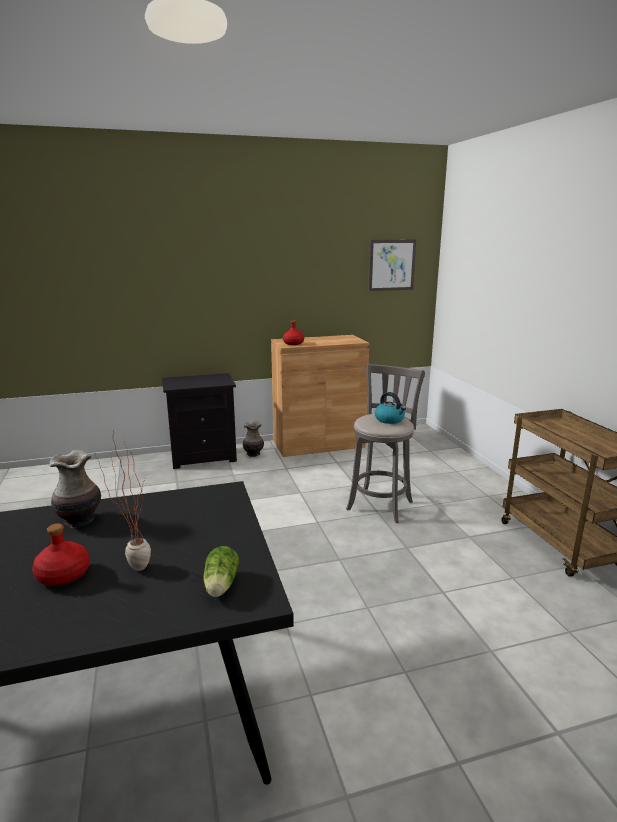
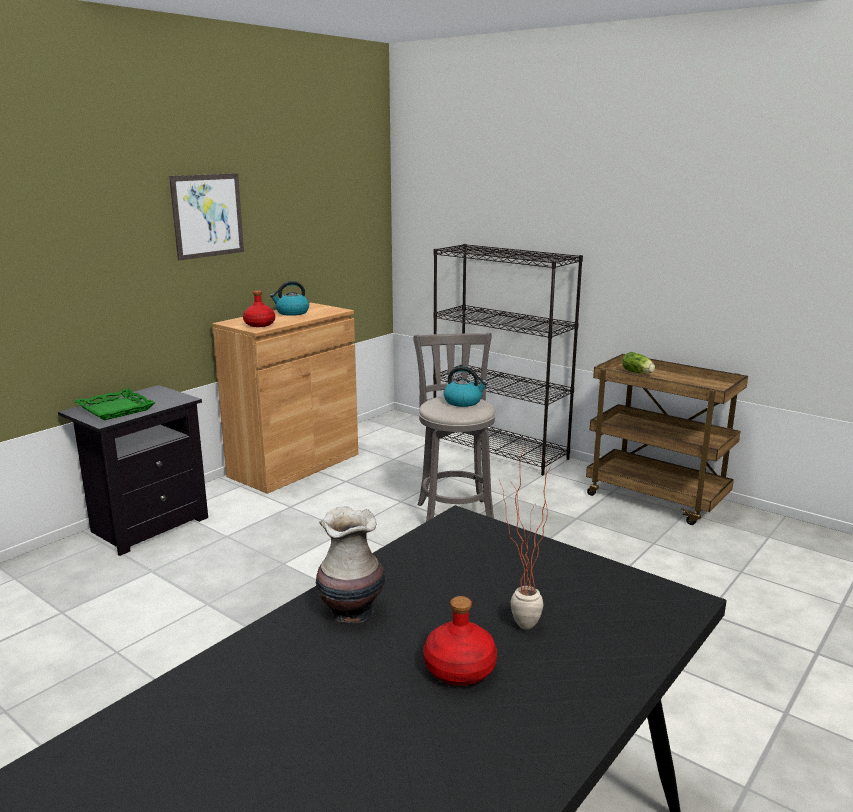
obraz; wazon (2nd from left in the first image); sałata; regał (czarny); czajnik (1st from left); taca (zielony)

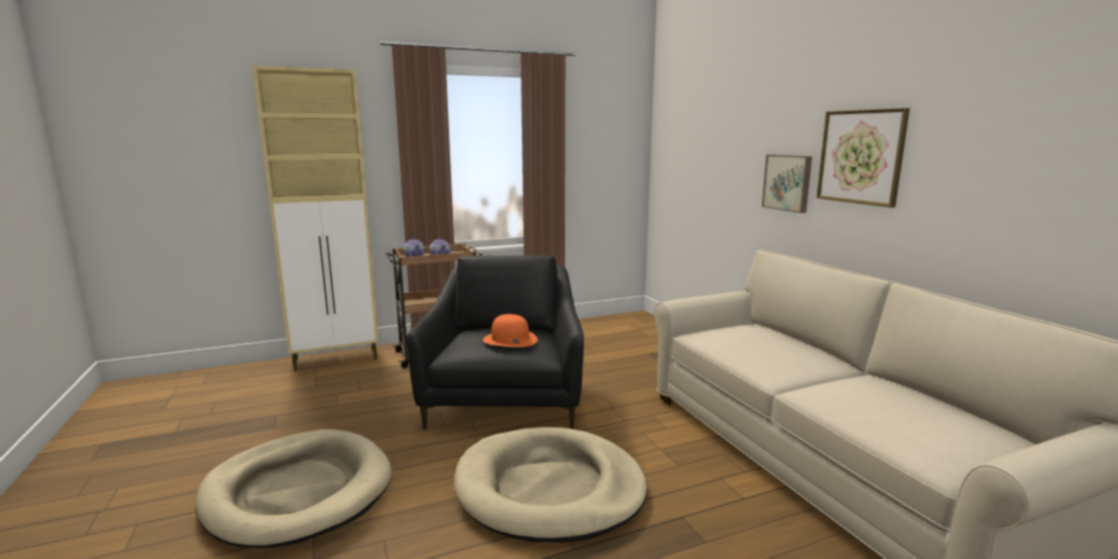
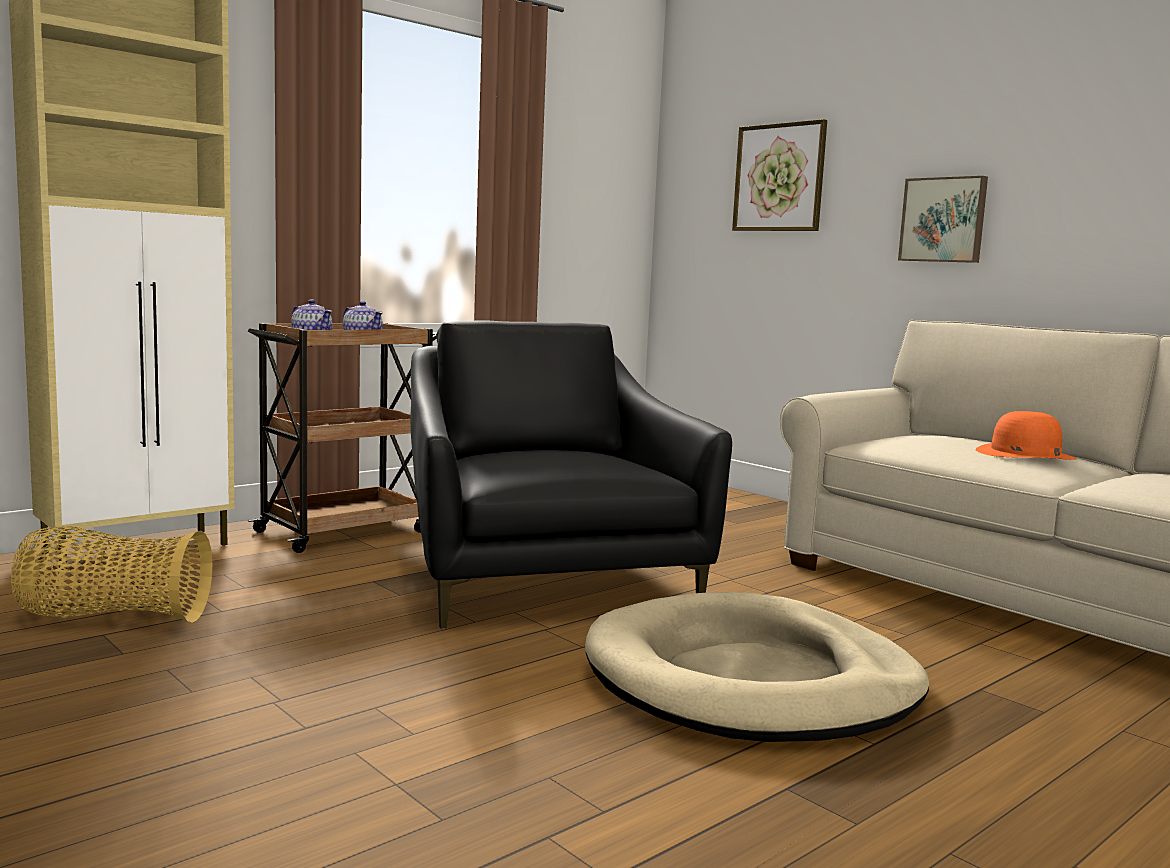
obraz (1st from left); kapelusz (pomarańczowy); legowisko (beżowy) (1st from left in the first image); koszyk

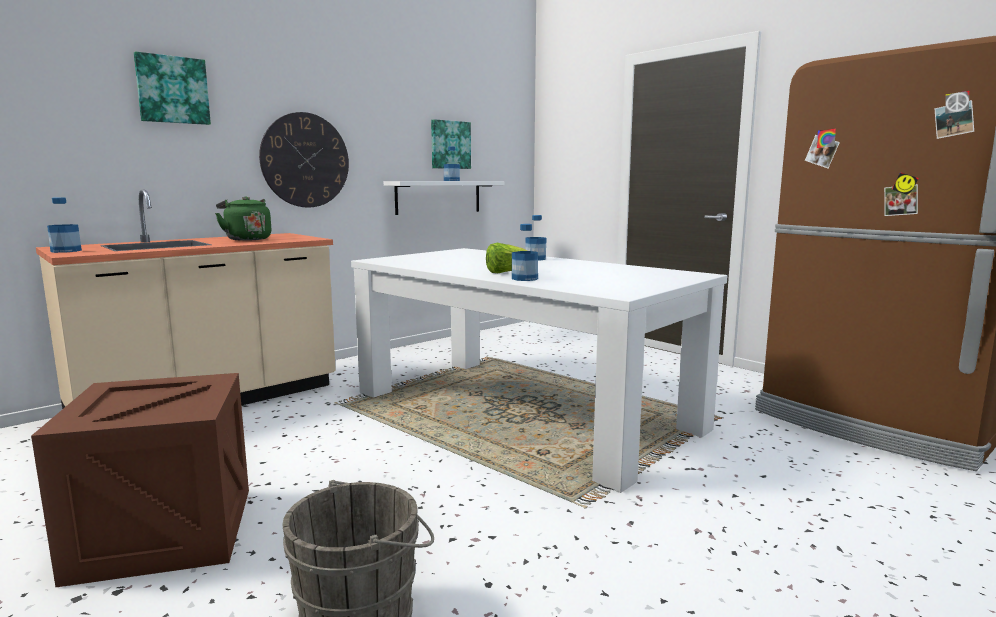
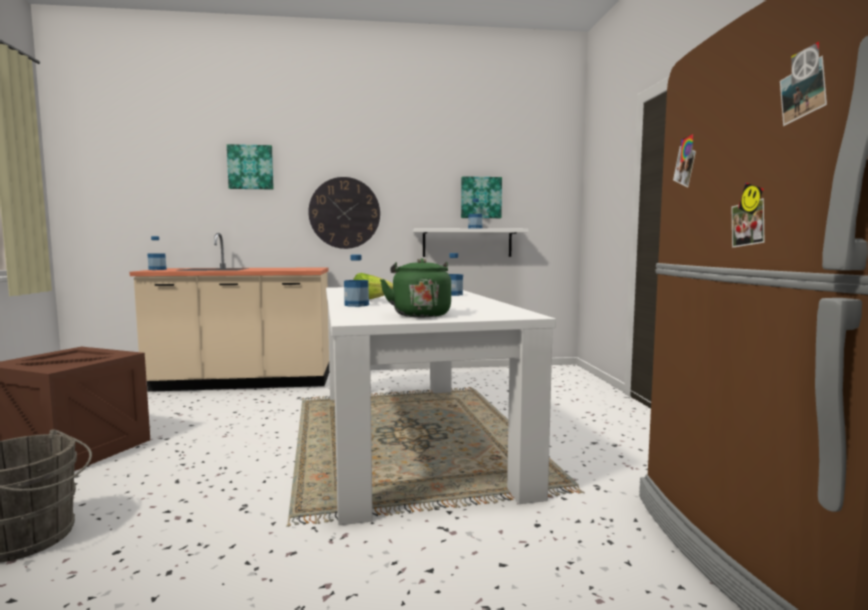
czajnik (zielony)

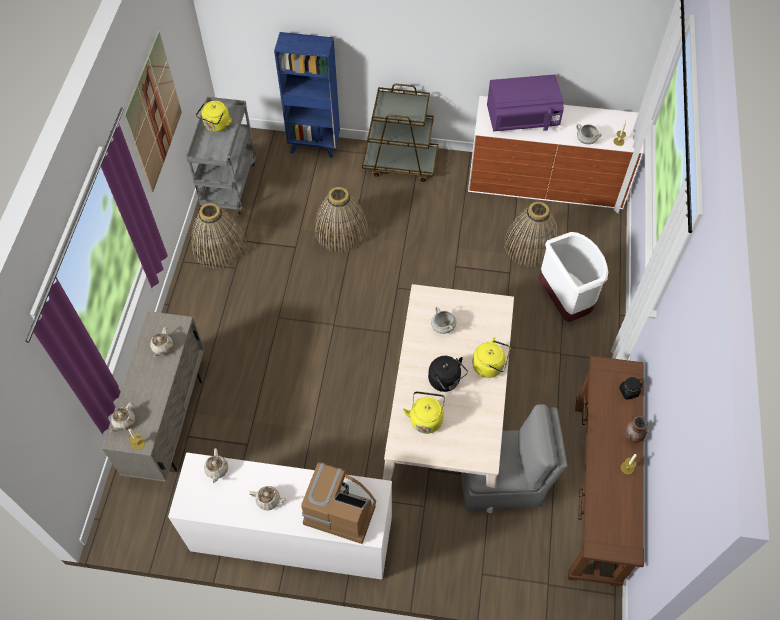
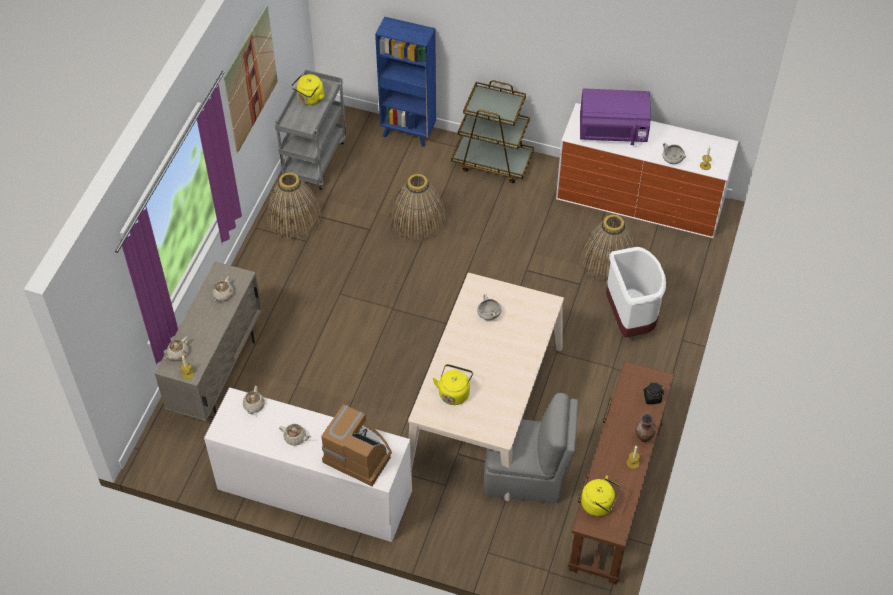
czajnik (żółty) (3rd from left); czajnik (czarny)

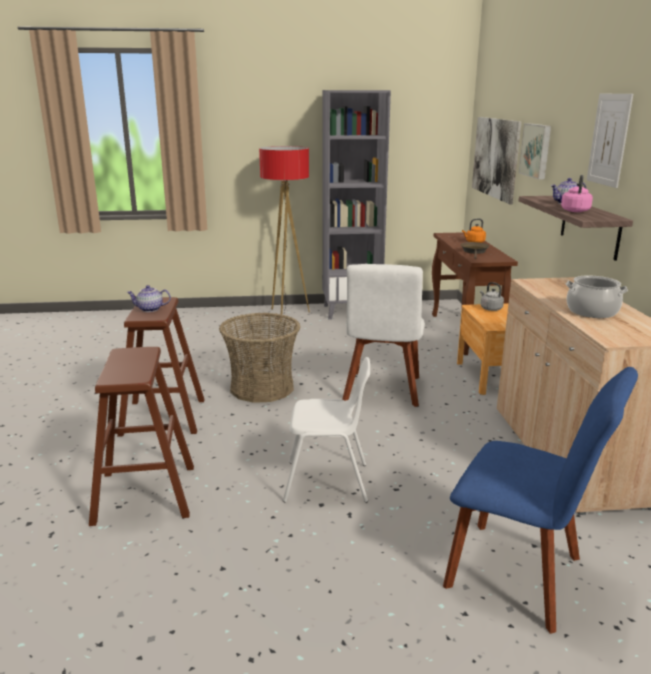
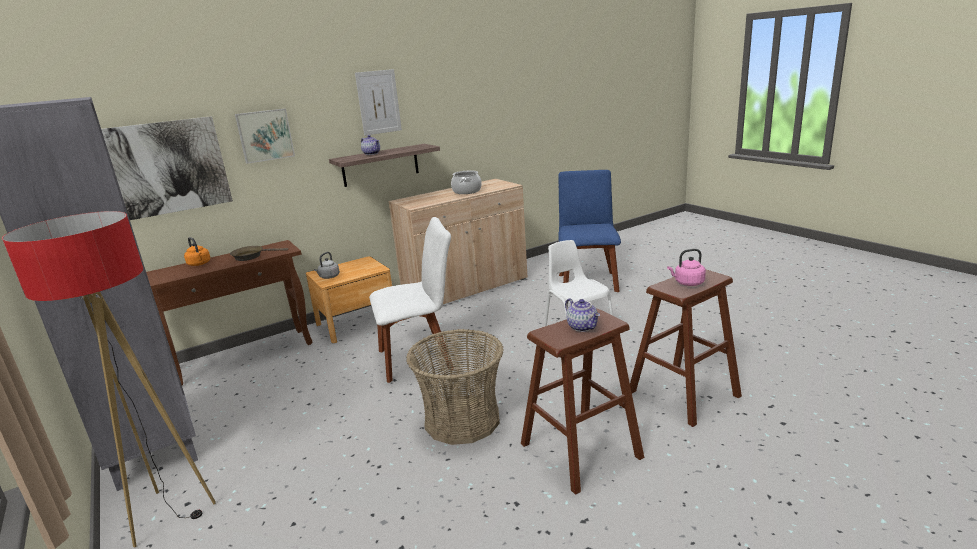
czajnik (różowy)

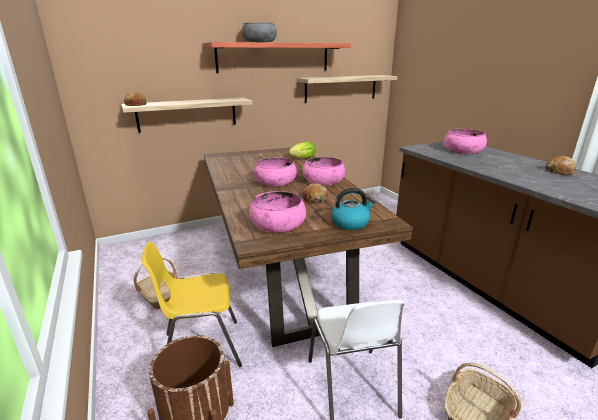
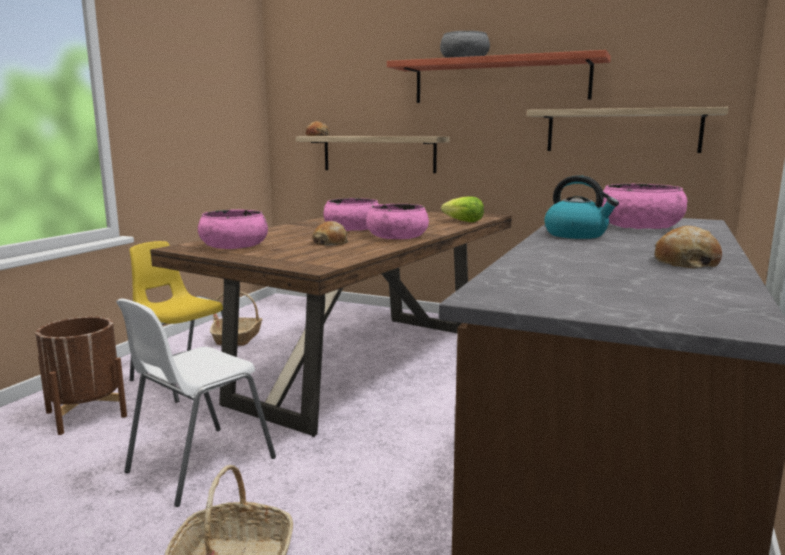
czajnik

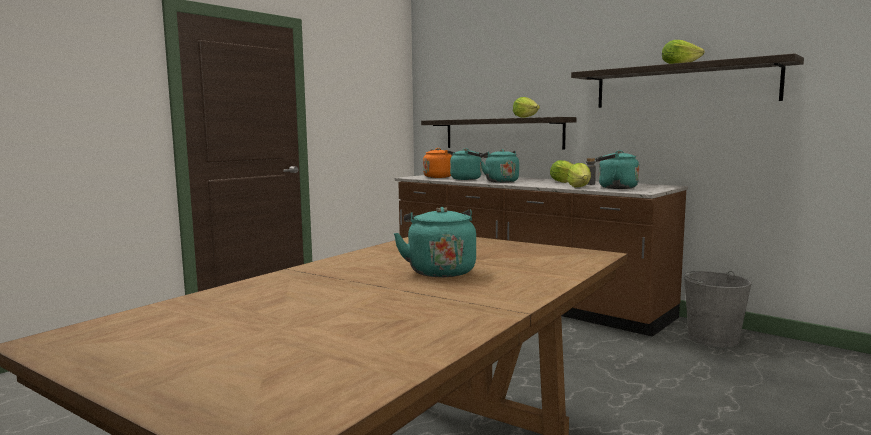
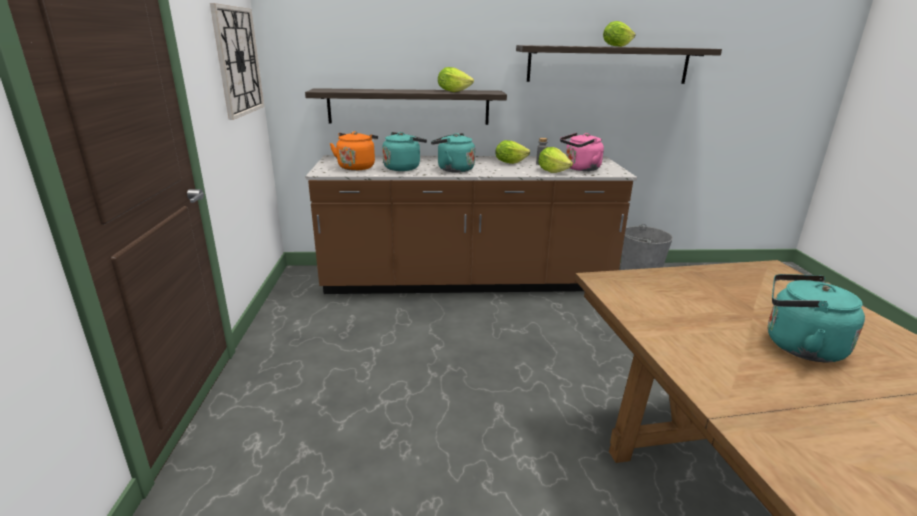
czajnik (różowy); zegar ścienny

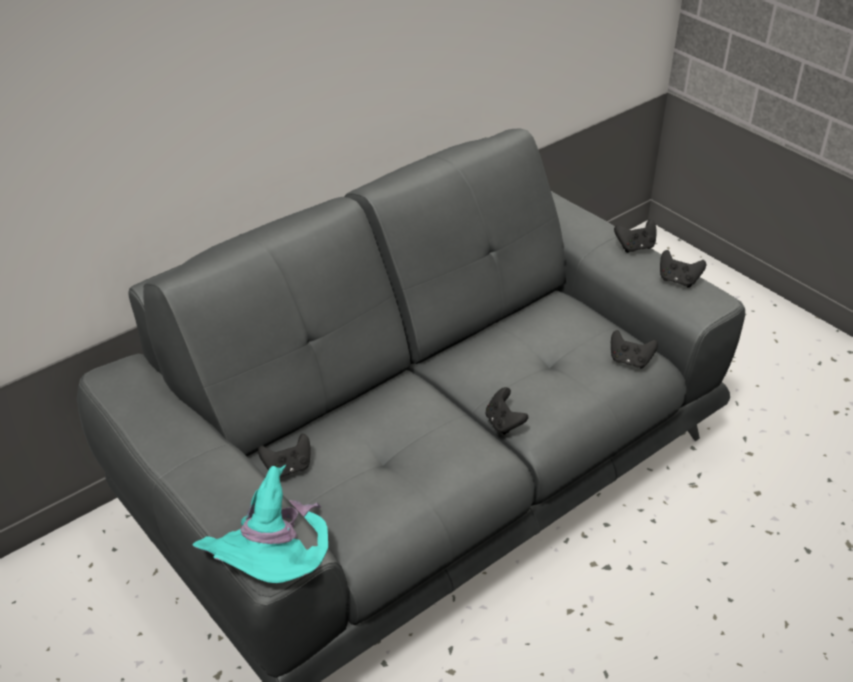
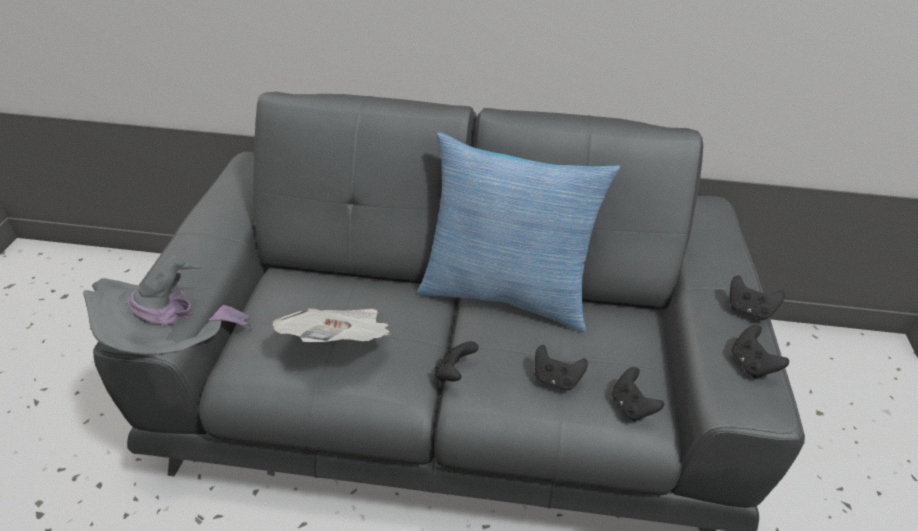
pad do gier (czarny) (2nd from left); kapelusz (szary); poduszka; gazeta

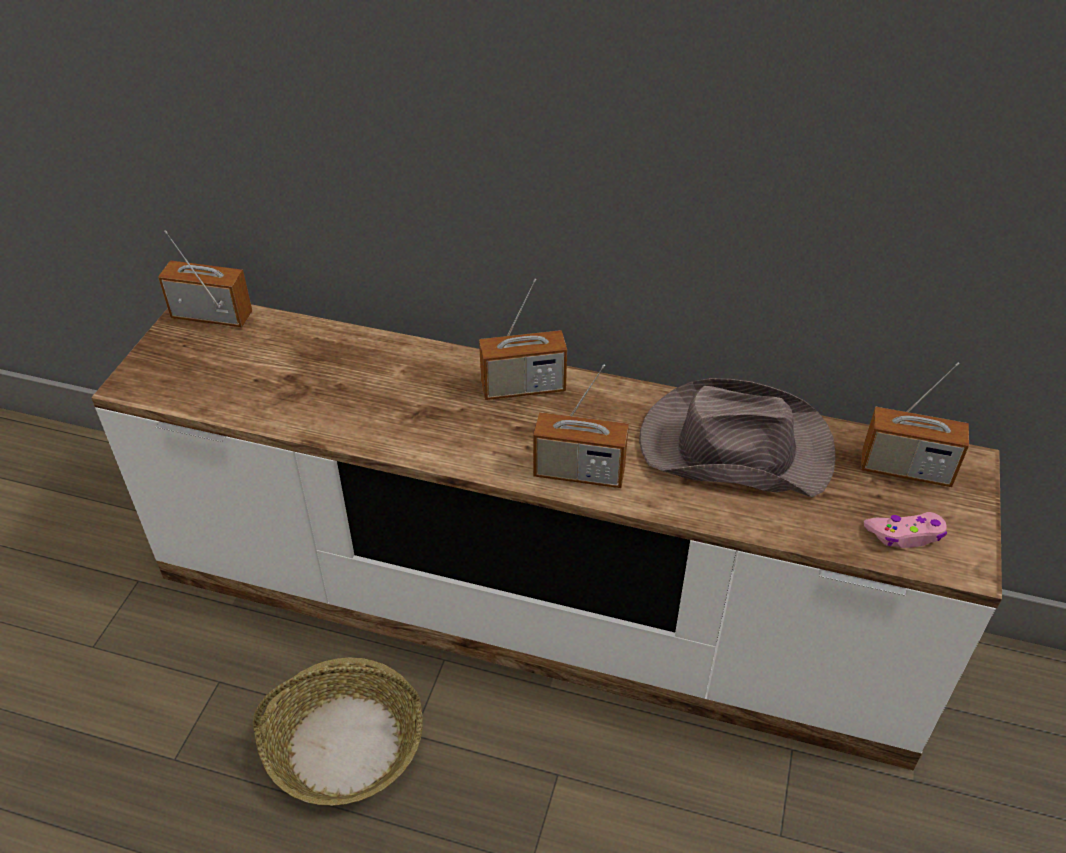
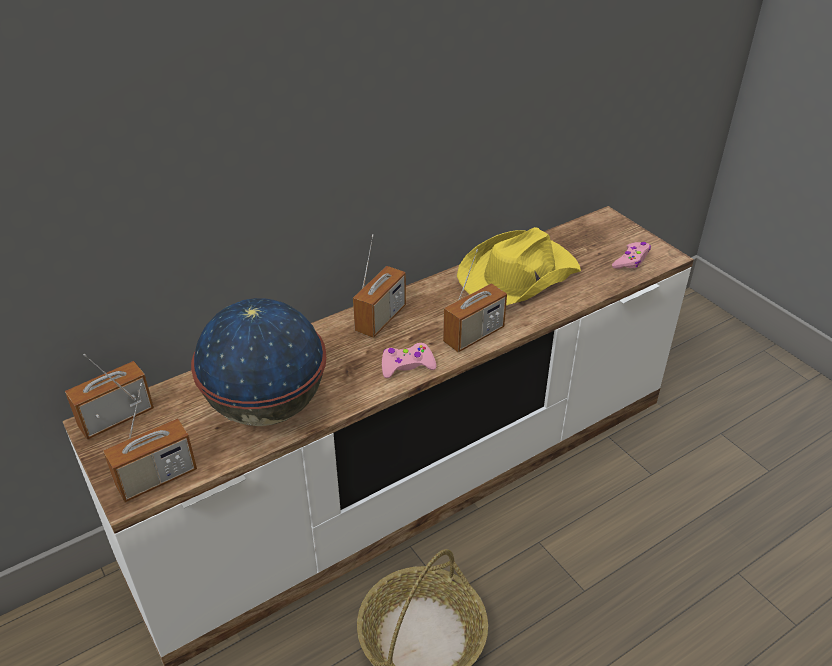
radio (2nd from left); kapelusz (żółty); globus; pad do gier (różowy) (1st from left)

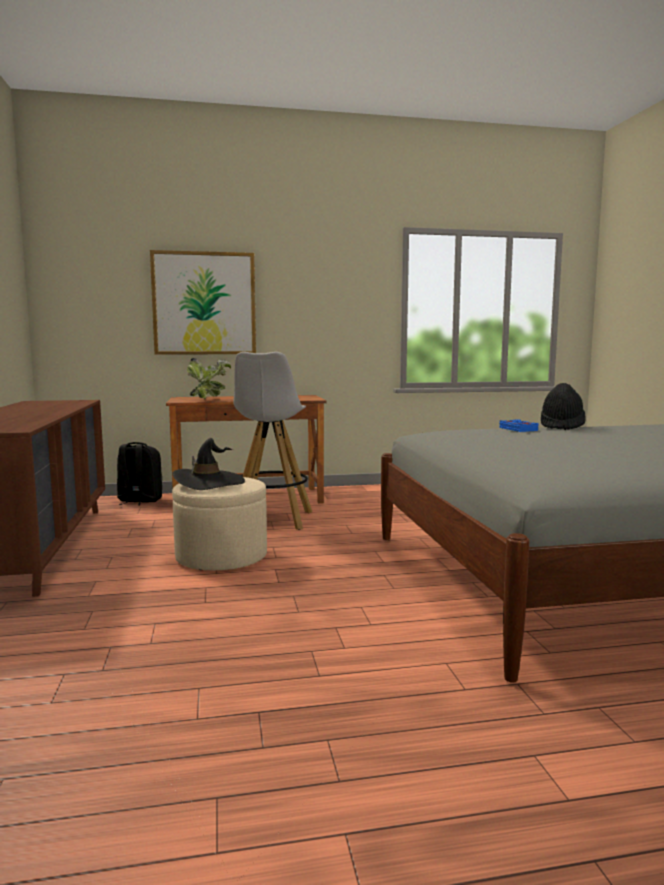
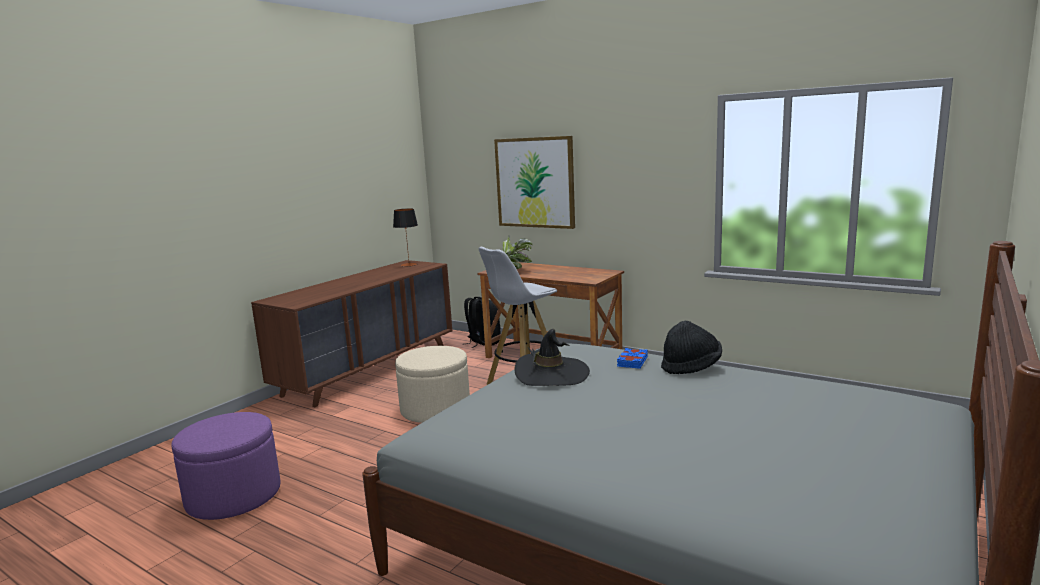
kapelusz (czarny) (1st from left); lampa stołowa; pufa (fioletowy)

